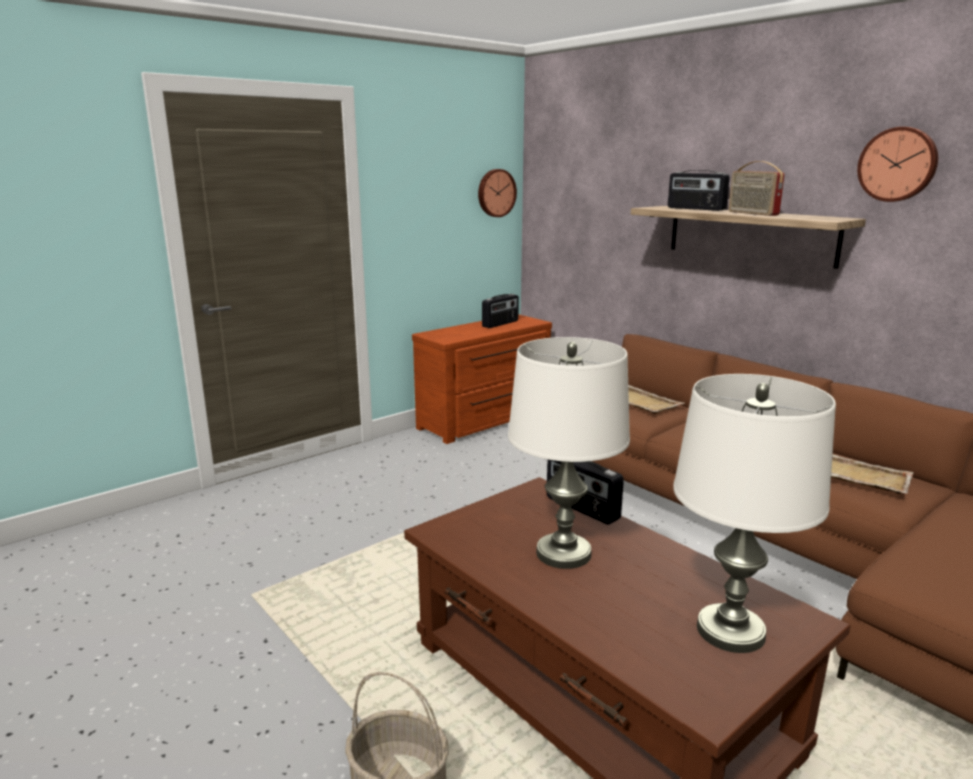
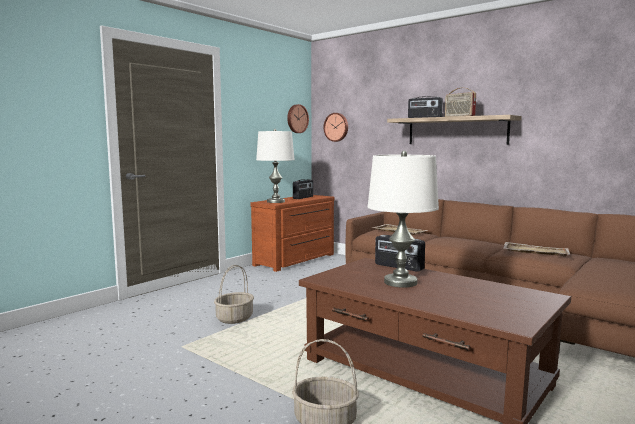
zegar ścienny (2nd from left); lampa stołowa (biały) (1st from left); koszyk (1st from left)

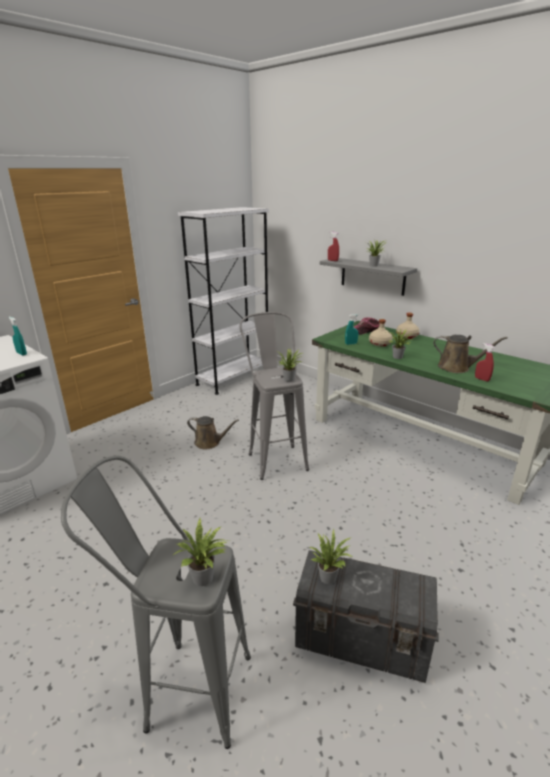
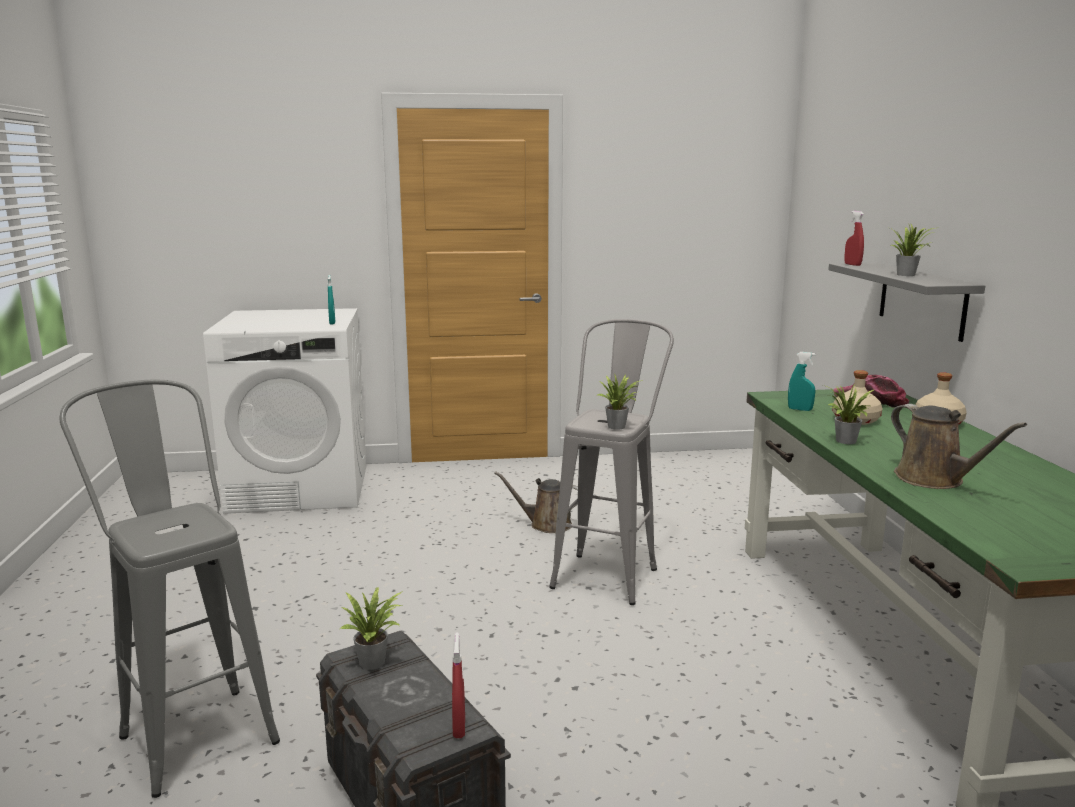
regał (biały); spryskiwacz (czerwony) (1st from left); konewka (brązowy) (1st from left); roślina doniczkowa (1st from left in the first image)

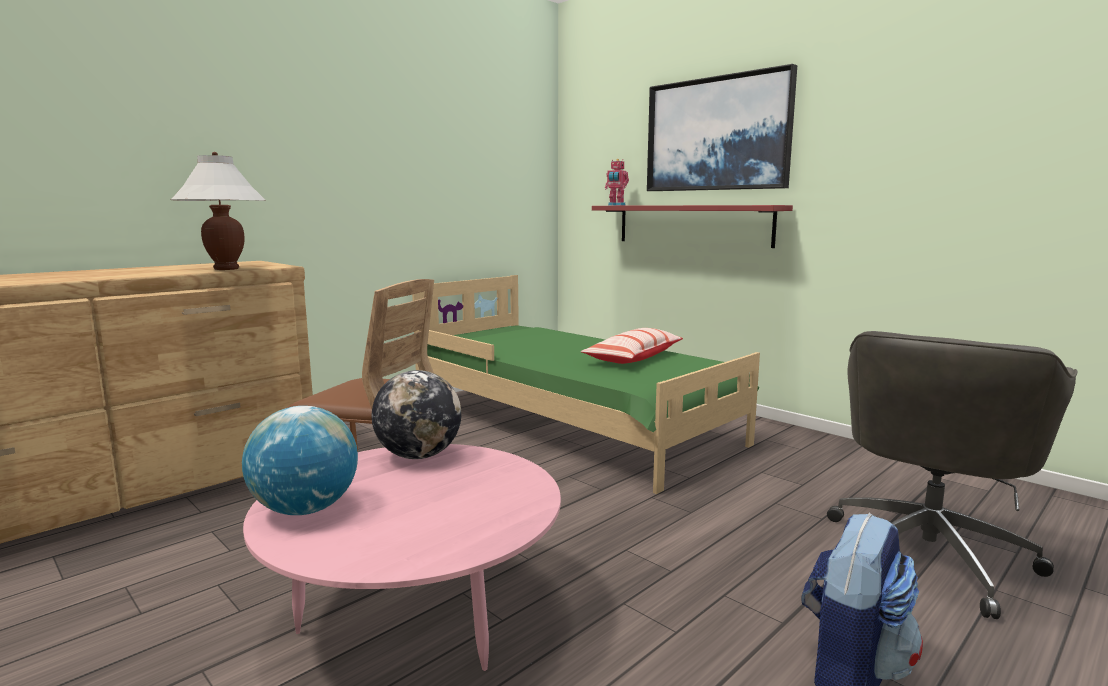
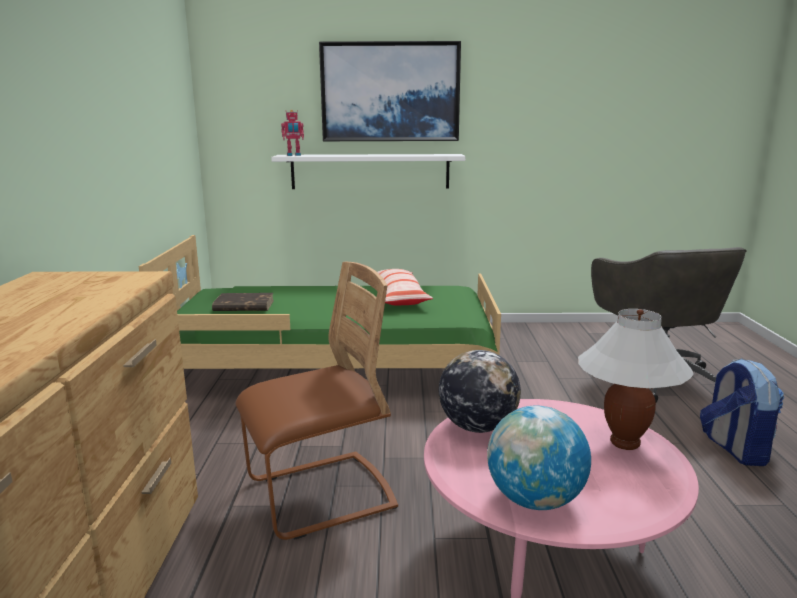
lampa stołowa (biały); półka (biały); książka (brązowy)

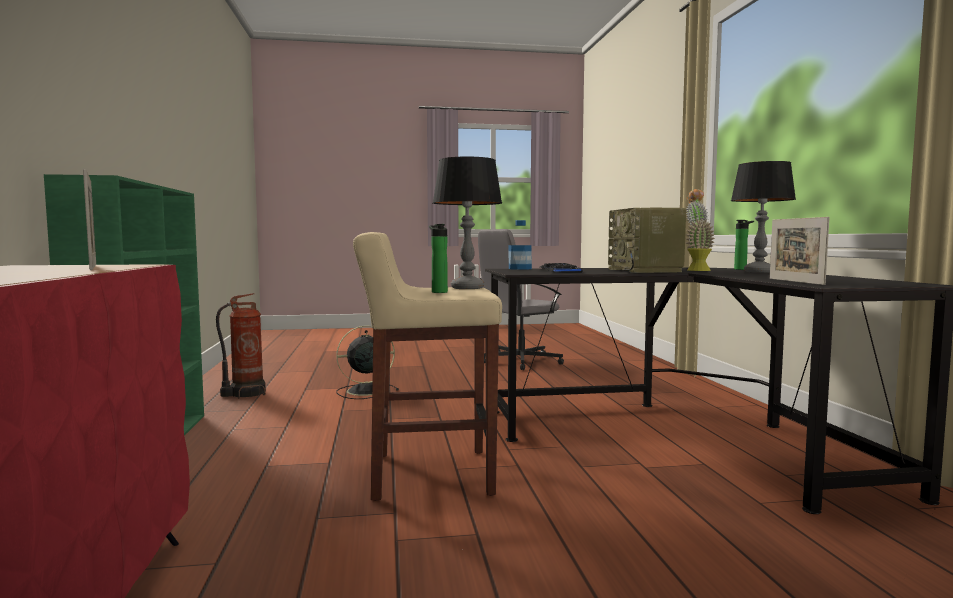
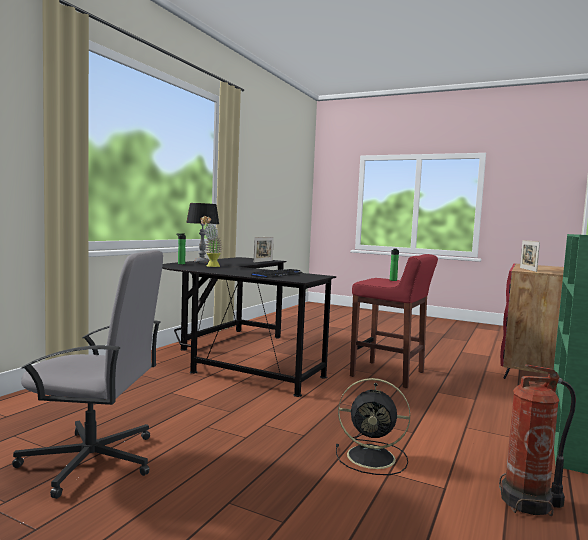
lampa stołowa (1st from left in the first image); radio; butelka (2nd from left in the first image); stołek (czerwony)

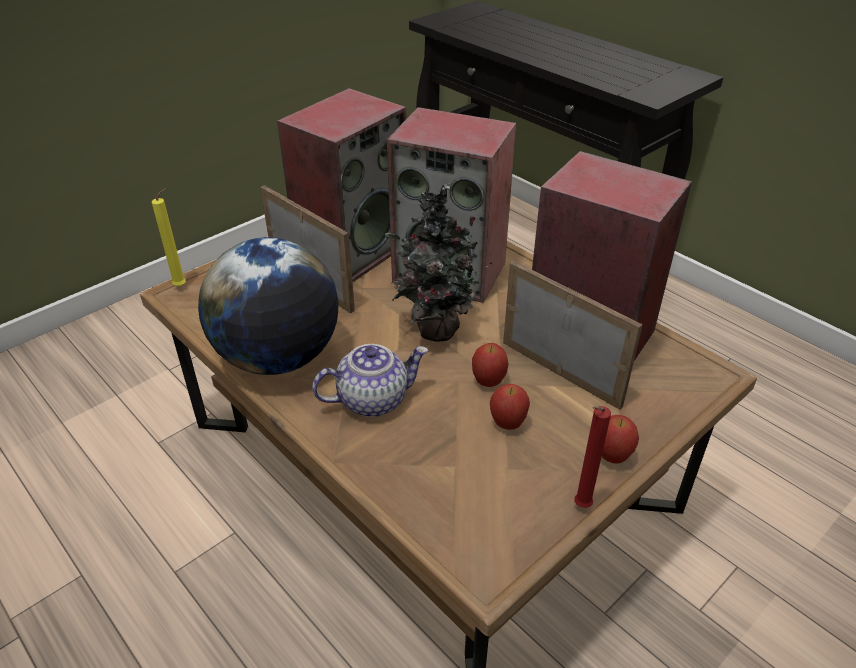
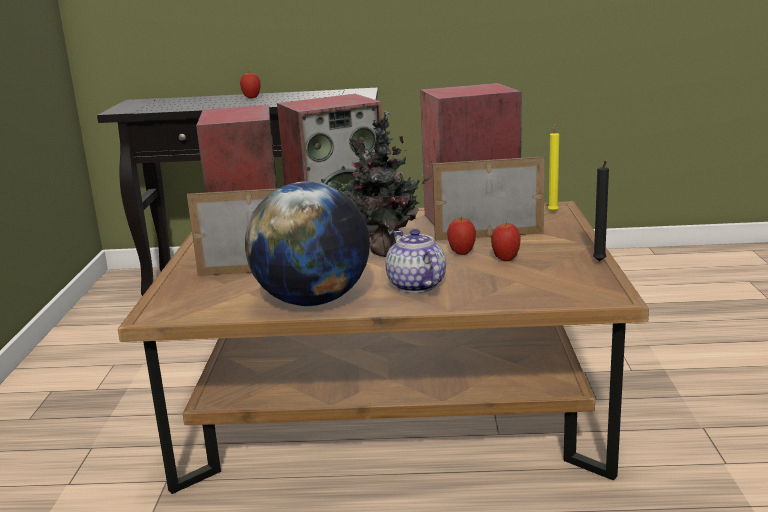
świeca (żółty); imbryk; świeca (czarny); jabłko (1st from left)

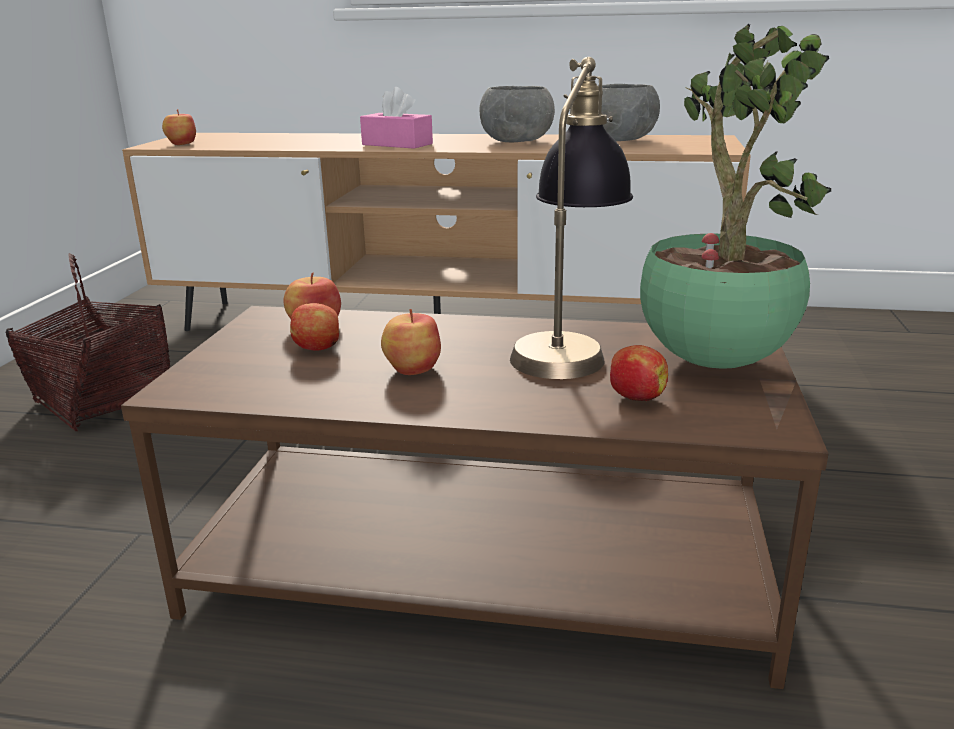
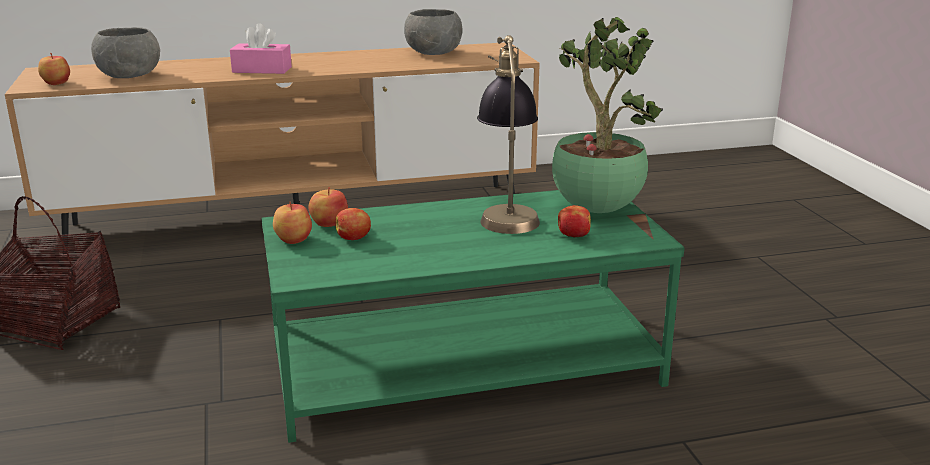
miska (szary) (1st from left); ława (zielony); jabłko (2nd from left)

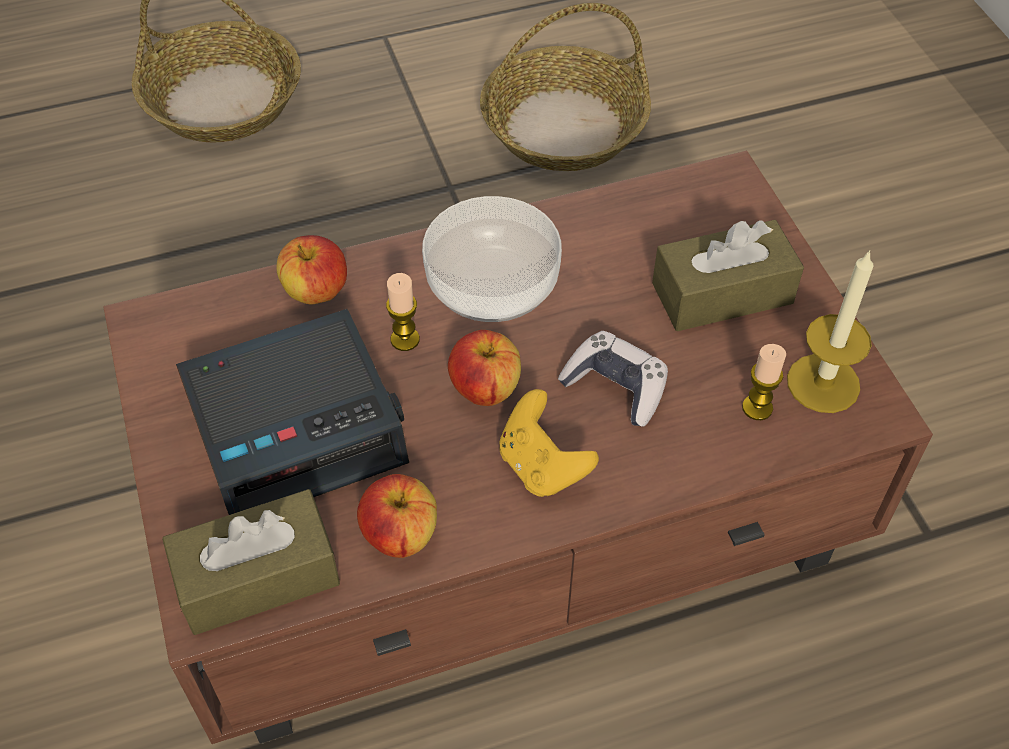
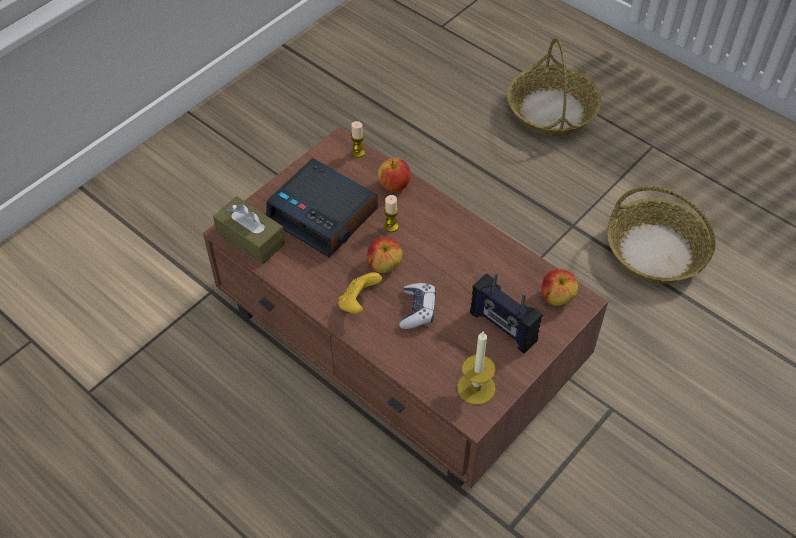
miska; radio; świeca (1st from left); jabłko (3rd from left)

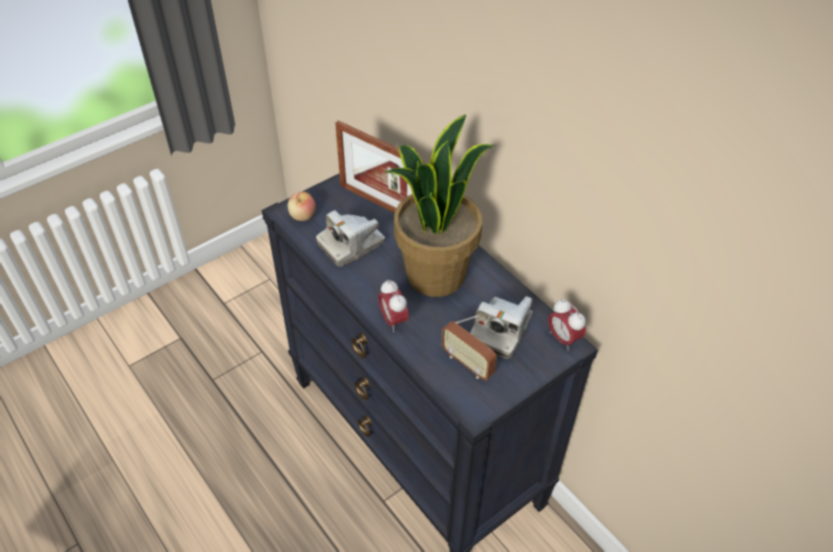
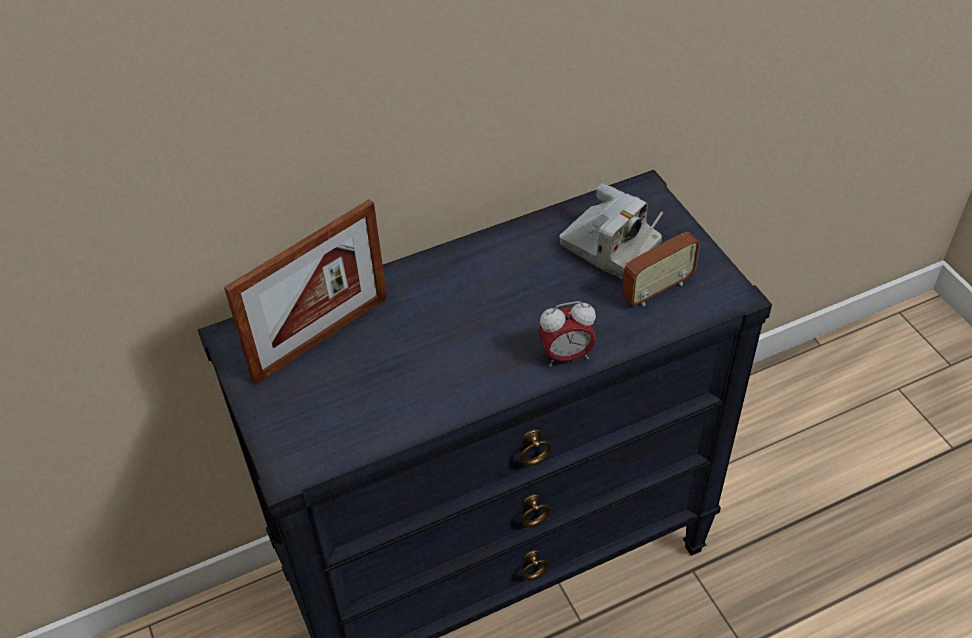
roślina doniczkowa; jabłko; aparat fotograficzny (1st from left in the first image); budzik (2nd from left in the first image)

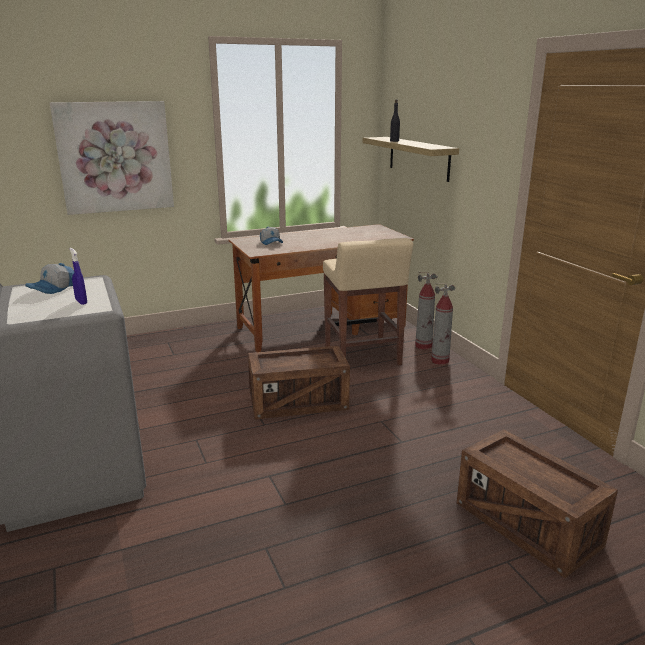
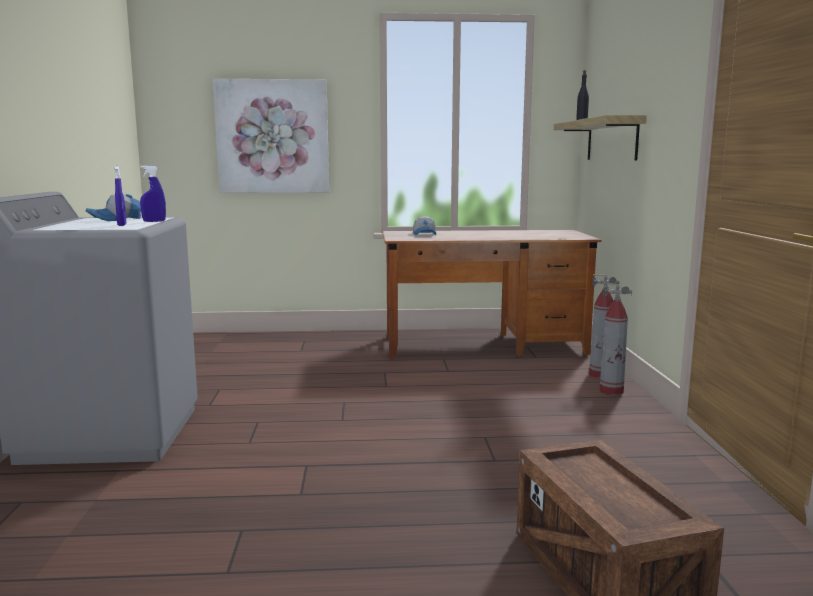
stołek (beżowy); skrzynka (1st from left in the first image); spryskiwacz (niebieski) (2nd from left)

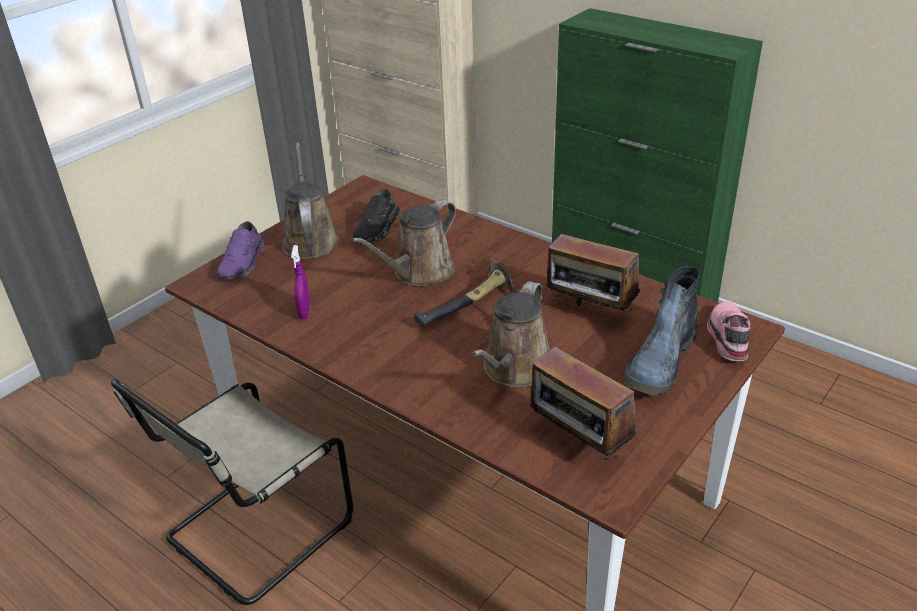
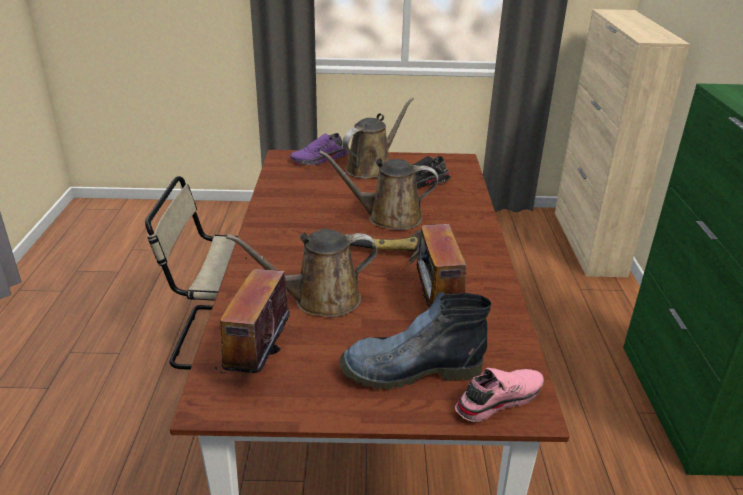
spryskiwacz (fioletowy)

